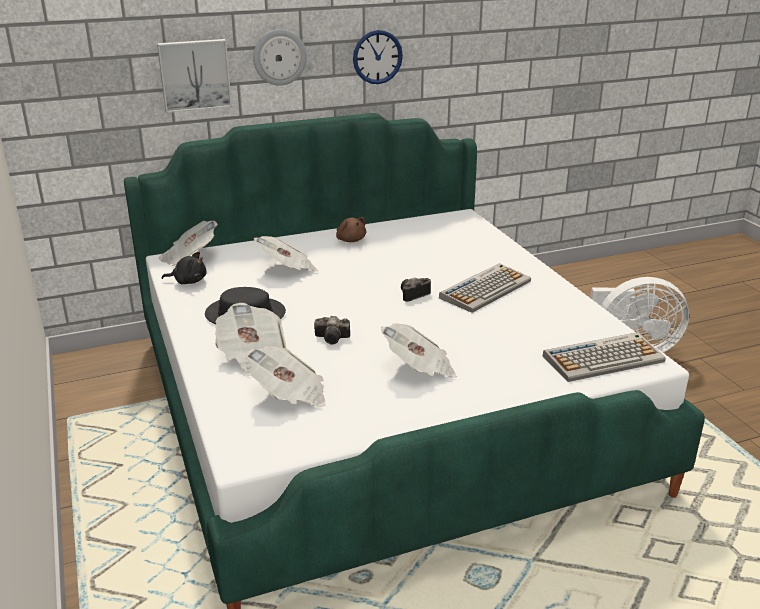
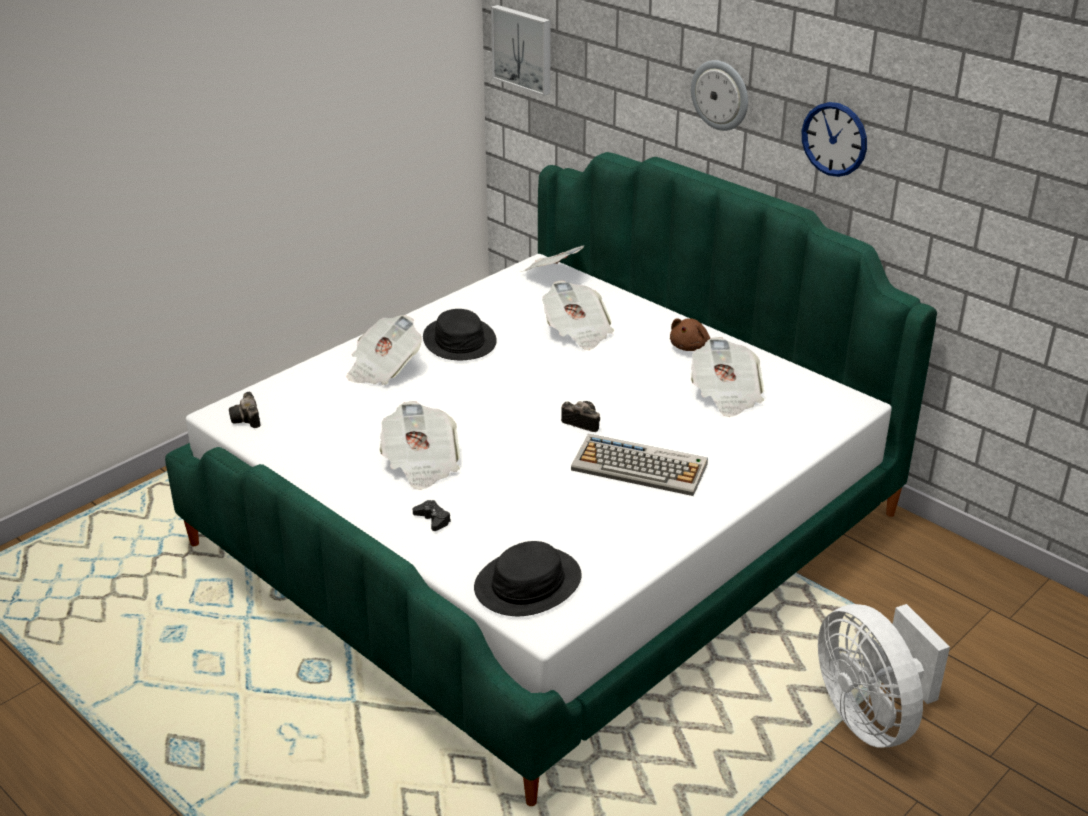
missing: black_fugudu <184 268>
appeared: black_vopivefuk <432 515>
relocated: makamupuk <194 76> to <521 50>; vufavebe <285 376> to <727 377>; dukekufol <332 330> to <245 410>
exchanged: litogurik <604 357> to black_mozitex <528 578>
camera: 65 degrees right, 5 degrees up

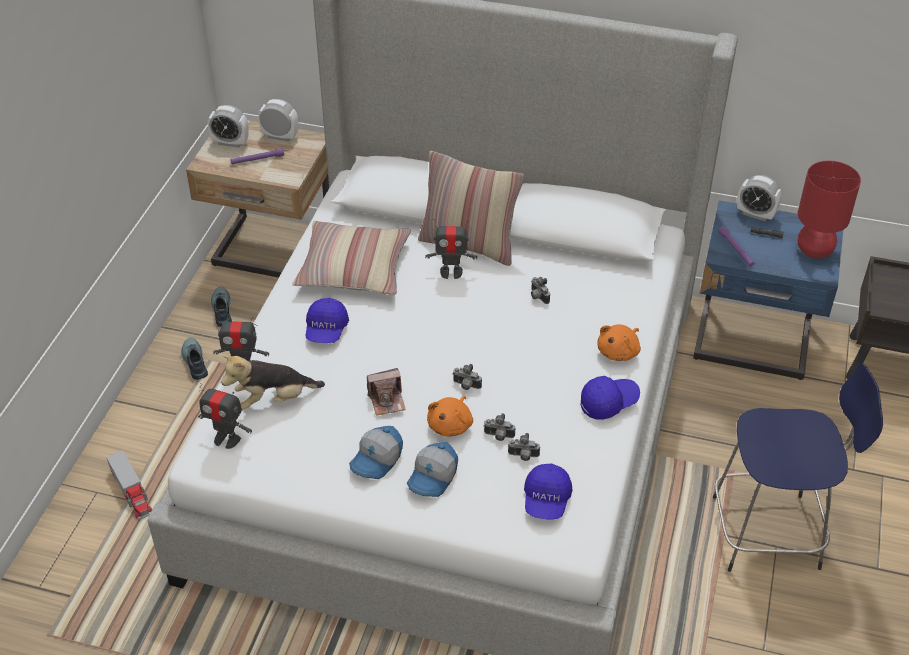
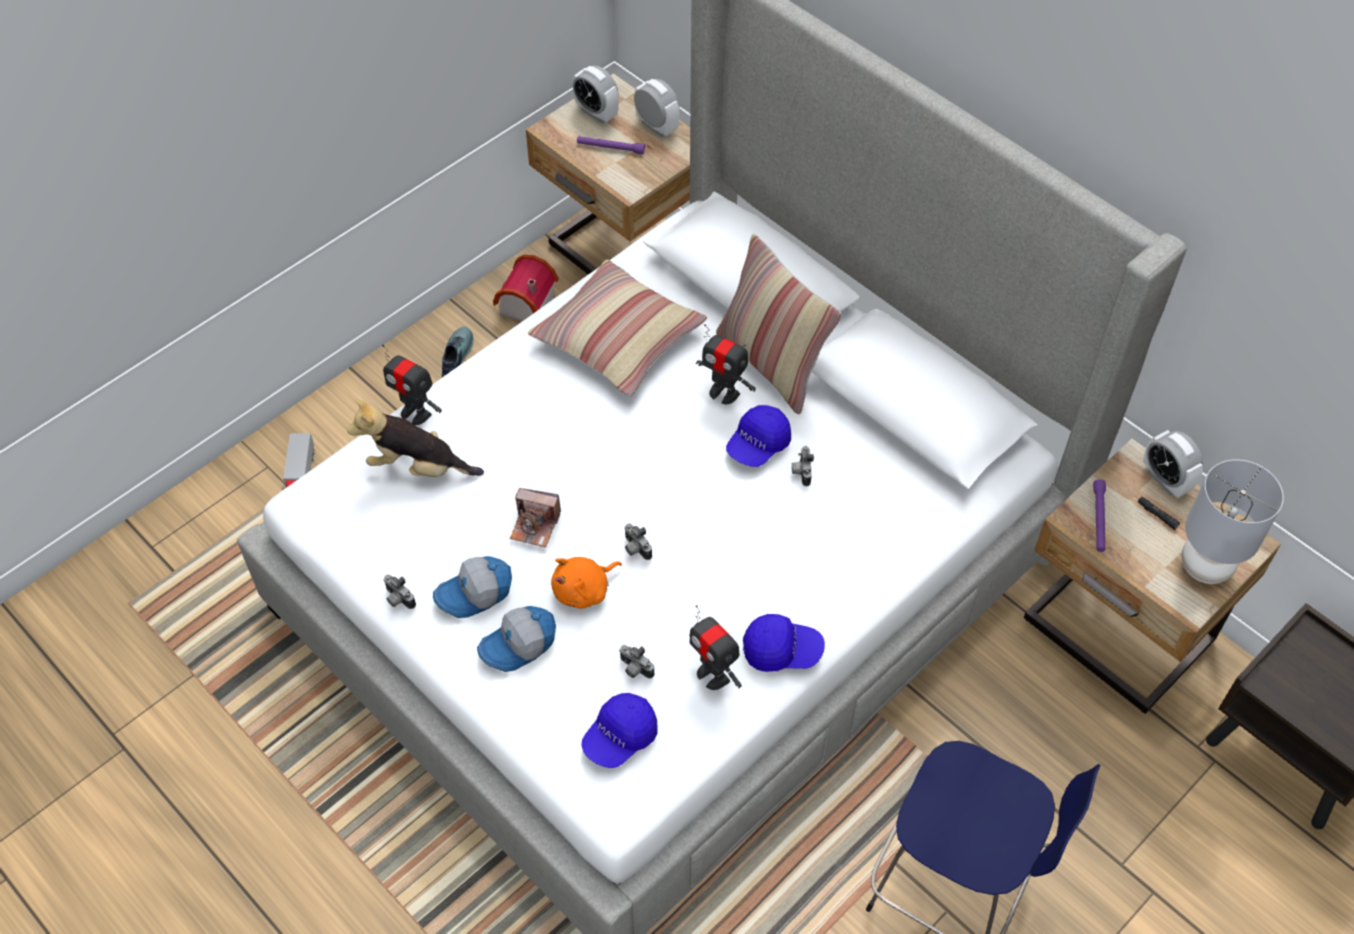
missing: orange_fugudu <619 342>
relocated: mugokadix <224 414> to <715 647>; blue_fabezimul <327 320> to <758 436>; dukekufol <499 427> to <400 591>
exchanged: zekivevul <221 306> to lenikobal <525 288>
colour: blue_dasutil <768 290> to beige_dasutil <1152 576>; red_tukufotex <829 209> to grey_tukufotex <1233 521>
camera: 30 degrees right, 10 degrees up

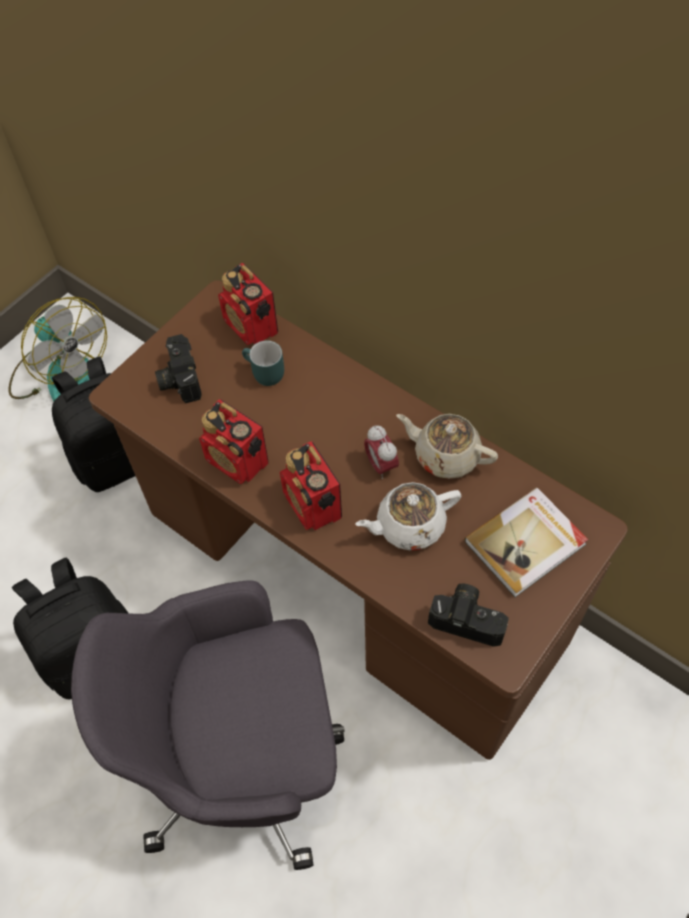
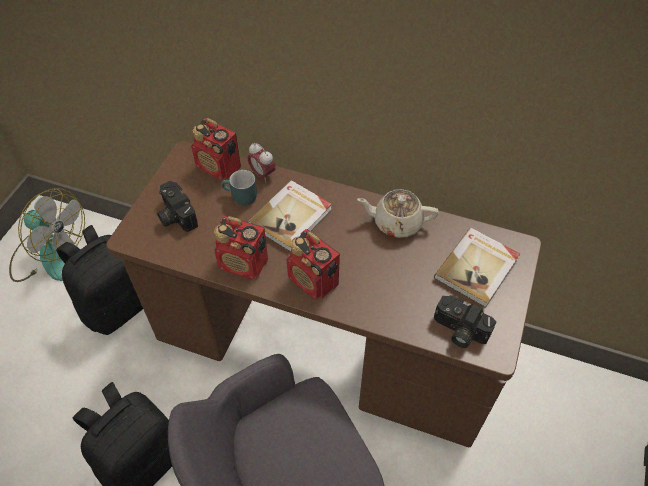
missing: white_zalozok <408 516>
appeared: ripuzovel <290 216>
relocated: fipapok <381 452> to <262 163>
spun: dukekufol <468 615> = <465 321> 150 degrees counterclockwise
camera: 20 degrees left, 5 degrees down

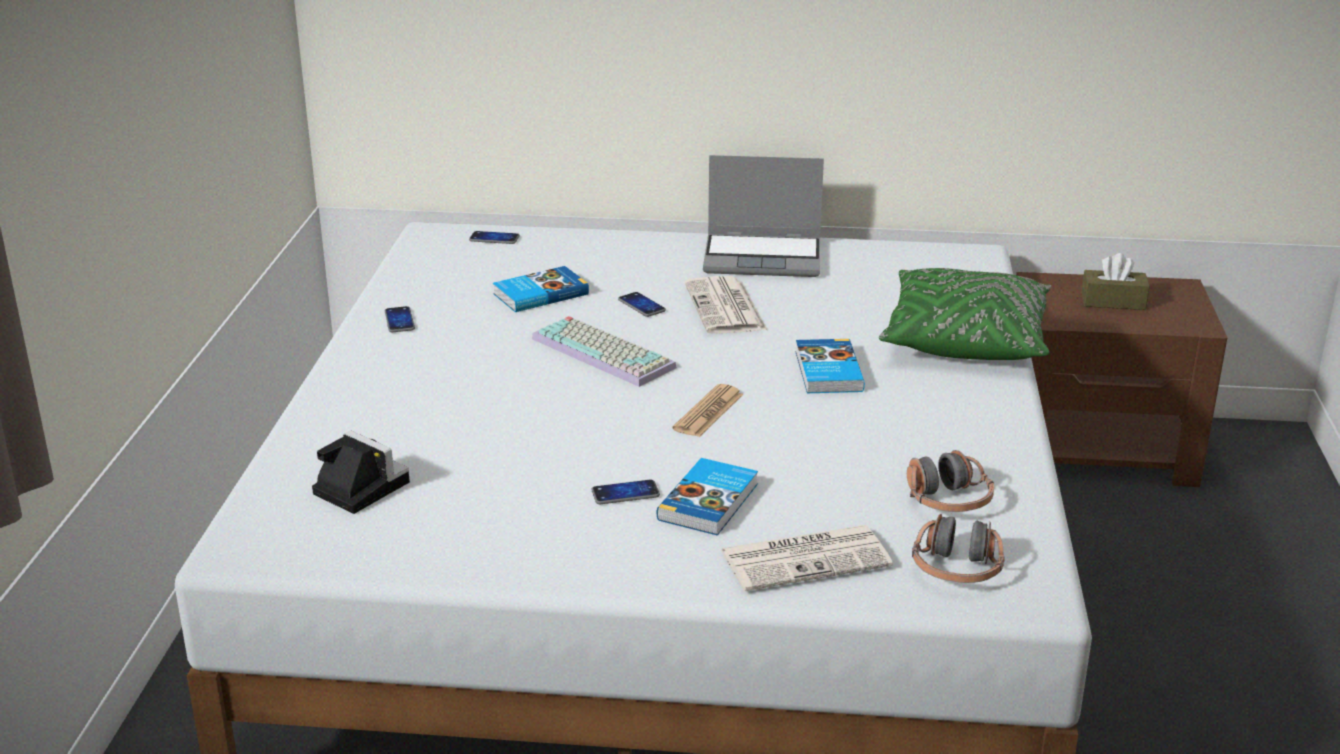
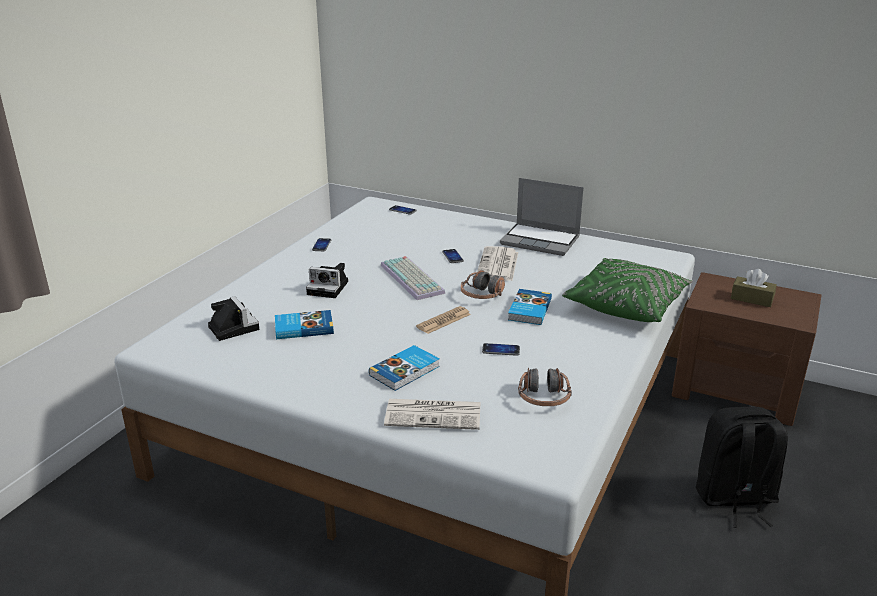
appeared: dukekufol <327 280>; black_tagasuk <742 467>
relocated: ripuzovel <541 289> to <304 324>; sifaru <625 492> to <501 349>; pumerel <958 548> to <483 284>
camera: 20 degrees right, 0 degrees up

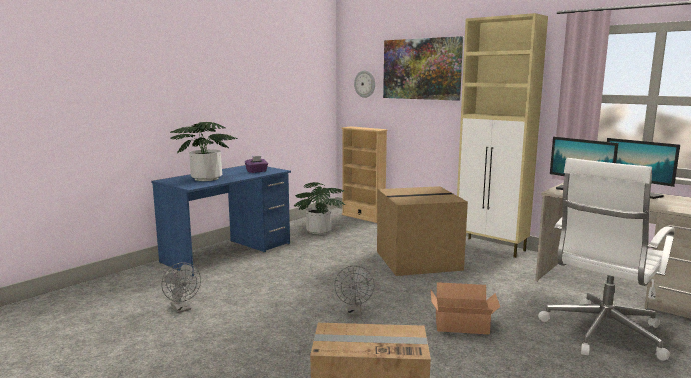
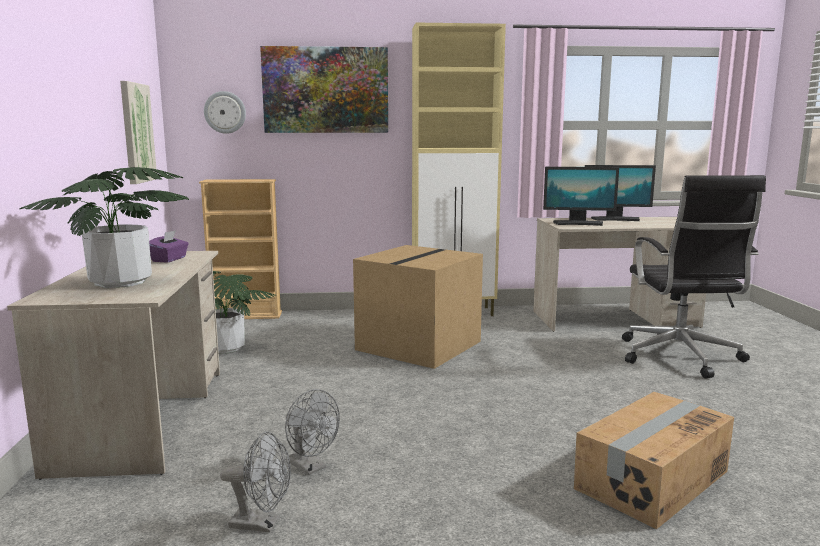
missing: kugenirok <465 308>
appeared: makamupuk <138 132>
relocated: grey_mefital <354 290> to <312 432>
colour: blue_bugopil <221 221> to beige_bugopil <113 365>; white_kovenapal <606 259> to black_kovenapal <694 277>
camera: 45 degrees left, 0 degrees up

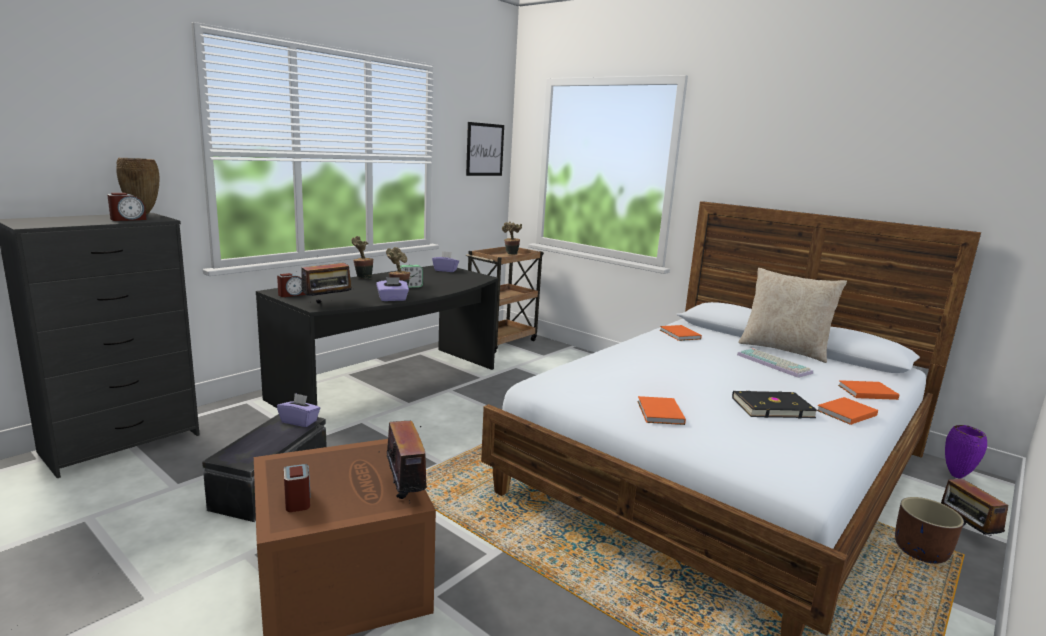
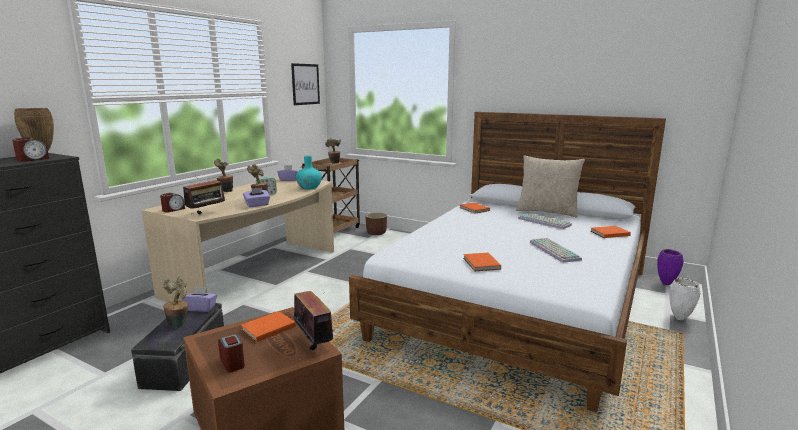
appeared: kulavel <175 302>; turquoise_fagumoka <309 173>
relocated: orange_ripuzovel <848 411> to <268 326>; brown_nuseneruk <929 530> to <376 223>
exchanged: black_ripuzovel <775 404> to litogurik <556 250>; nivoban <974 505> to white_fagumoka <684 299>
colour: black_bugopil <377 336> to beige_bugopil <238 239>
camera: 10 degrees left, 0 degrees up

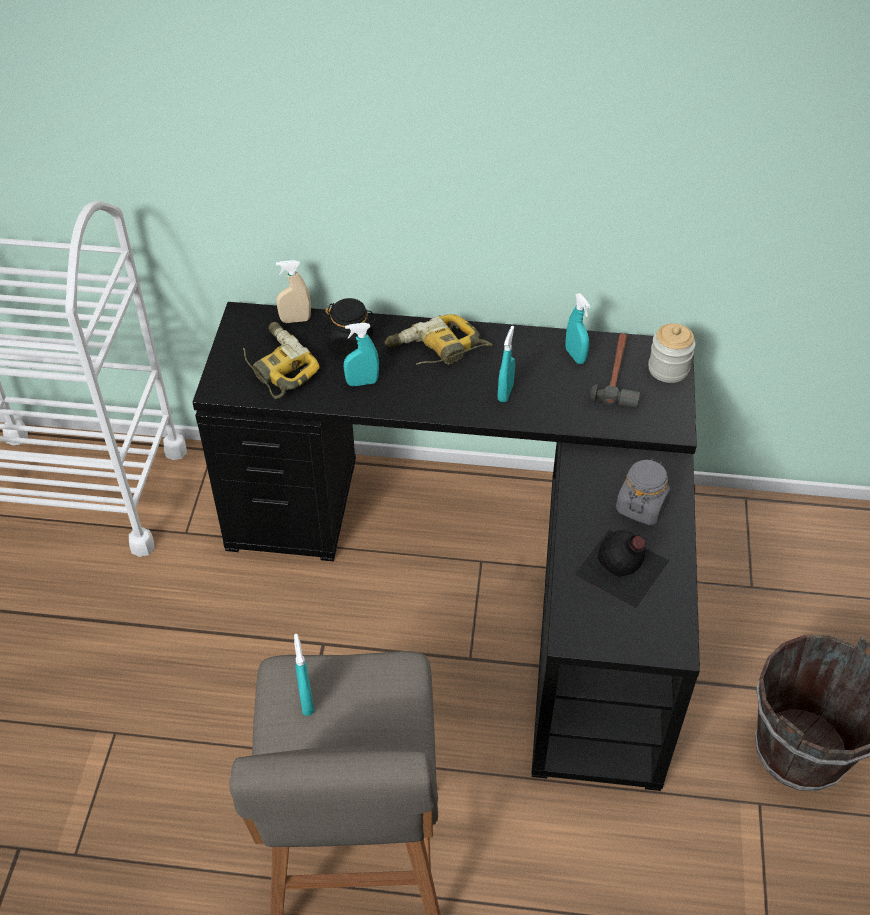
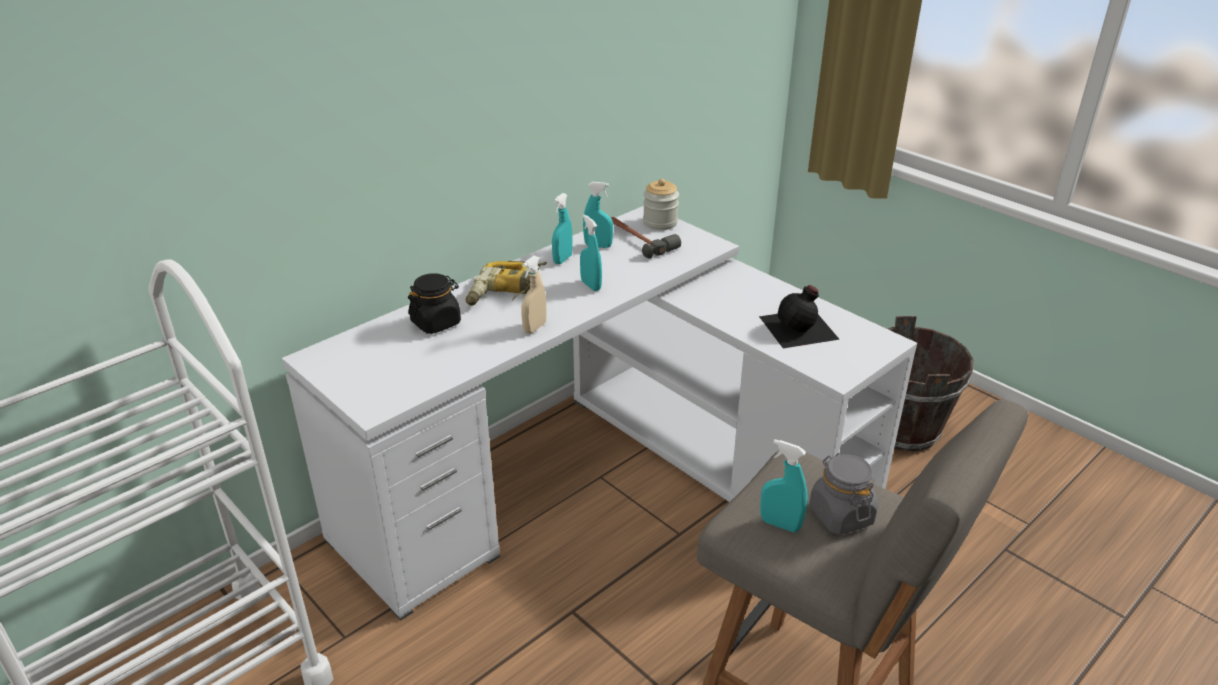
missing: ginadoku <281 360>
relocated: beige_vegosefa <293 291> to <534 295>; turquoise_vegosefa <361 355> to <562 228>; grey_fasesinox <643 491> to <843 494>
colour: black_bugopil <446 546> to white_bugopil <599 413>
camera: 50 degrees left, 15 degrees down

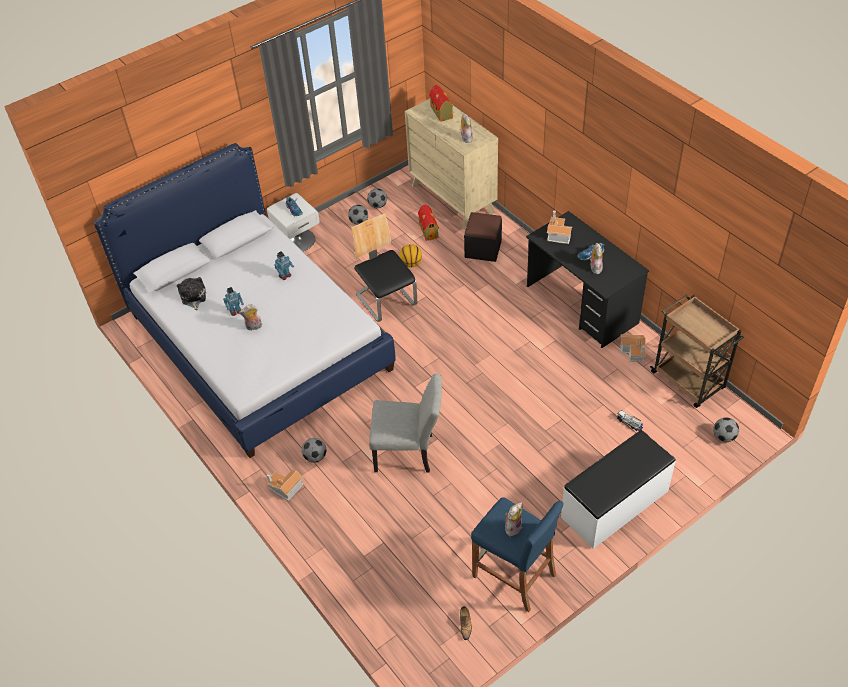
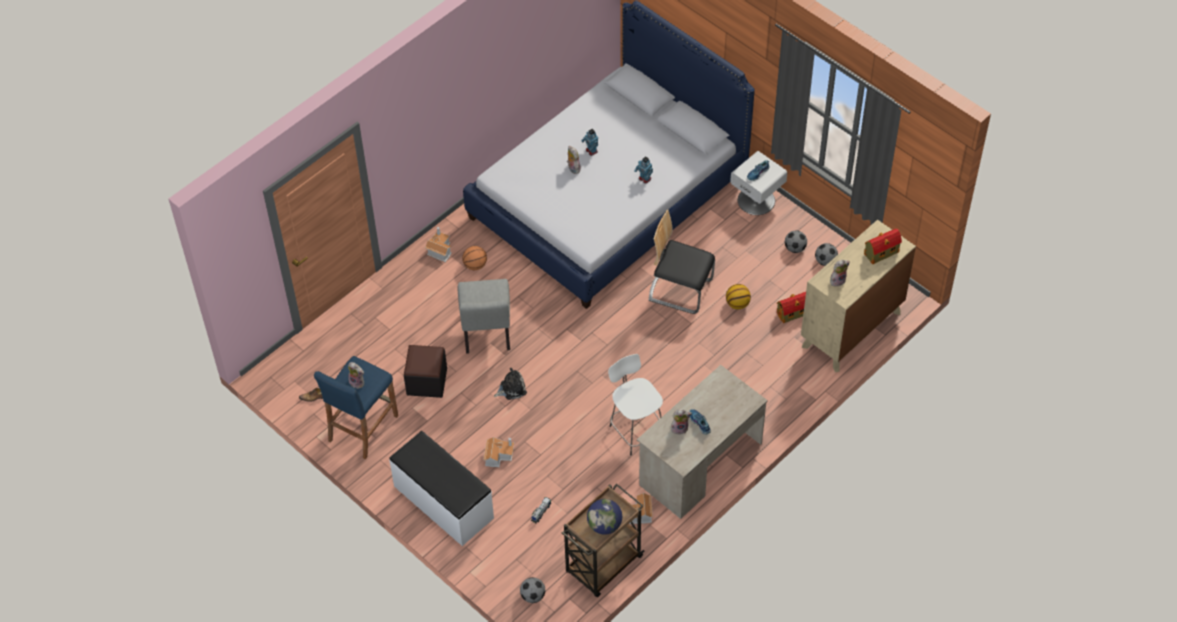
appeared: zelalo <604 517>; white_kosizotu <635 404>
relocated: fugudu <191 294> to <510 384>; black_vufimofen <483 237> to <425 371>; lenikobal <559 227> to <498 452>
exchanged: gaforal <314 450> to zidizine <474 258>
colour: black_bugopil <587 279> to beige_bugopil <702 442>
spun: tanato <384 267> = <682 261> 120 degrees counterclockwise
camera: 80 degrees right, 5 degrees up

